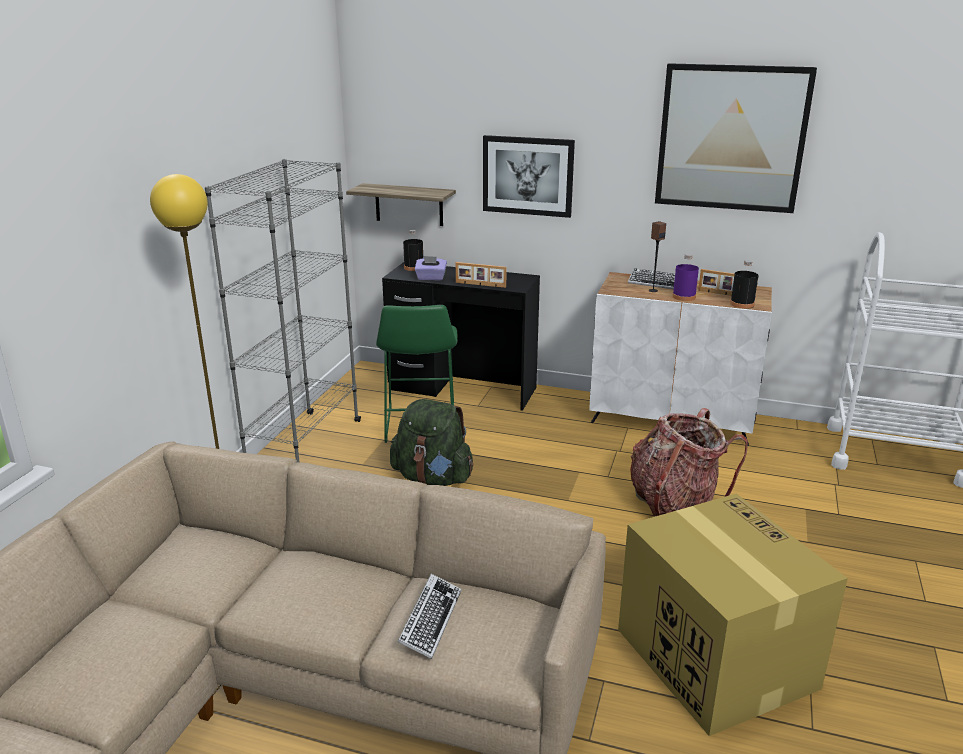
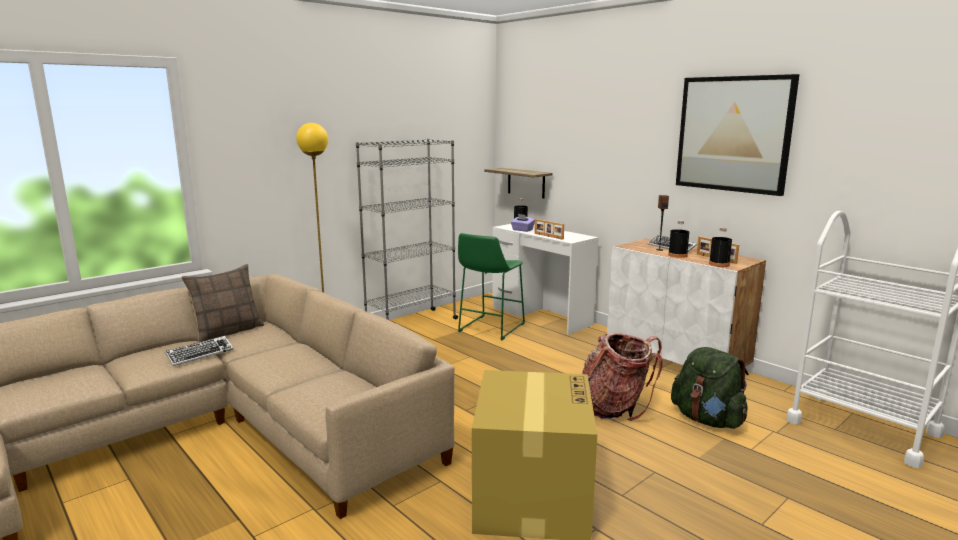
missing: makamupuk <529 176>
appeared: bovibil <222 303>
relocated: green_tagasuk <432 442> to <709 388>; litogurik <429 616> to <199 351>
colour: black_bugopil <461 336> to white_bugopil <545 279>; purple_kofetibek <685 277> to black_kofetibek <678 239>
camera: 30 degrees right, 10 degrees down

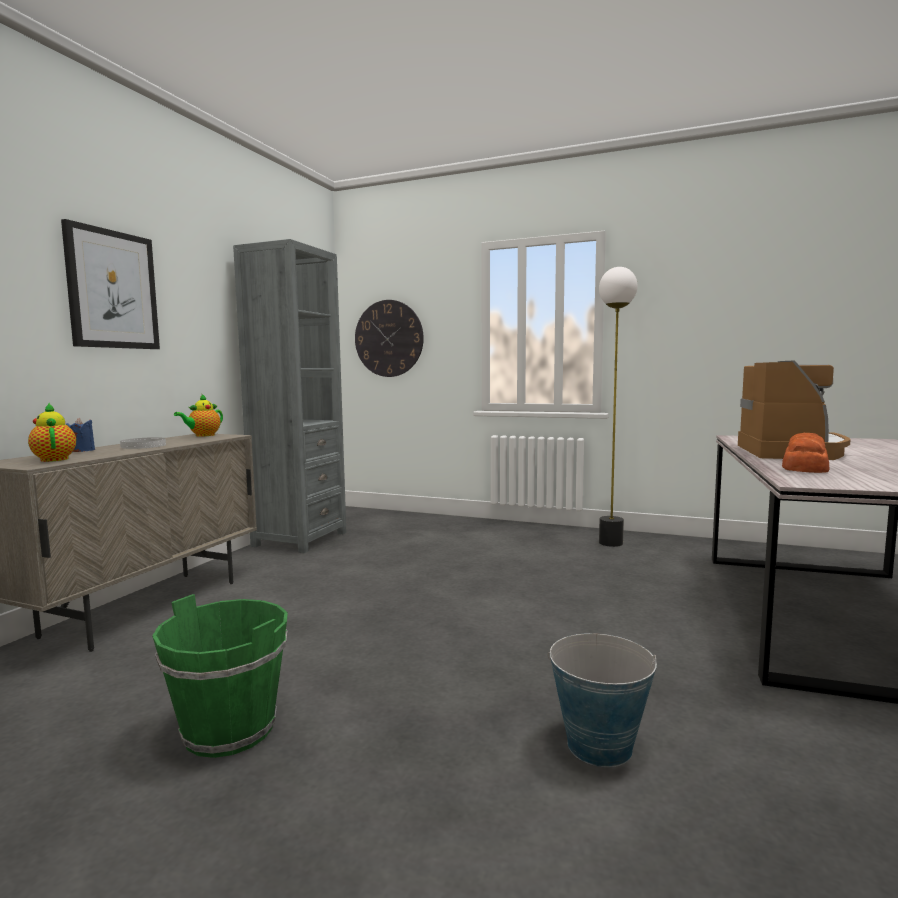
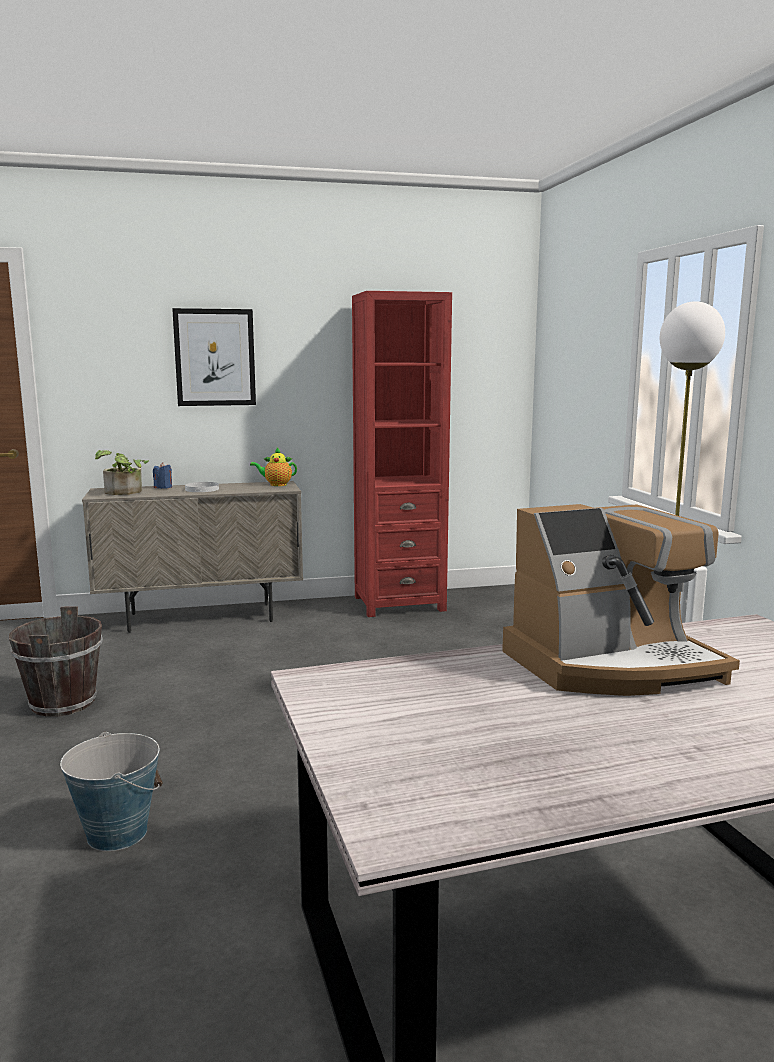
missing: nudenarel <389 338>; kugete <806 453>
exchanged: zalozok <52 432> to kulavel <122 472>
colour: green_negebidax <220 676> to brown_negebidax <56 661>; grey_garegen <289 396> to red_garegen <402 454>
camera: 55 degrees right, 5 degrees up

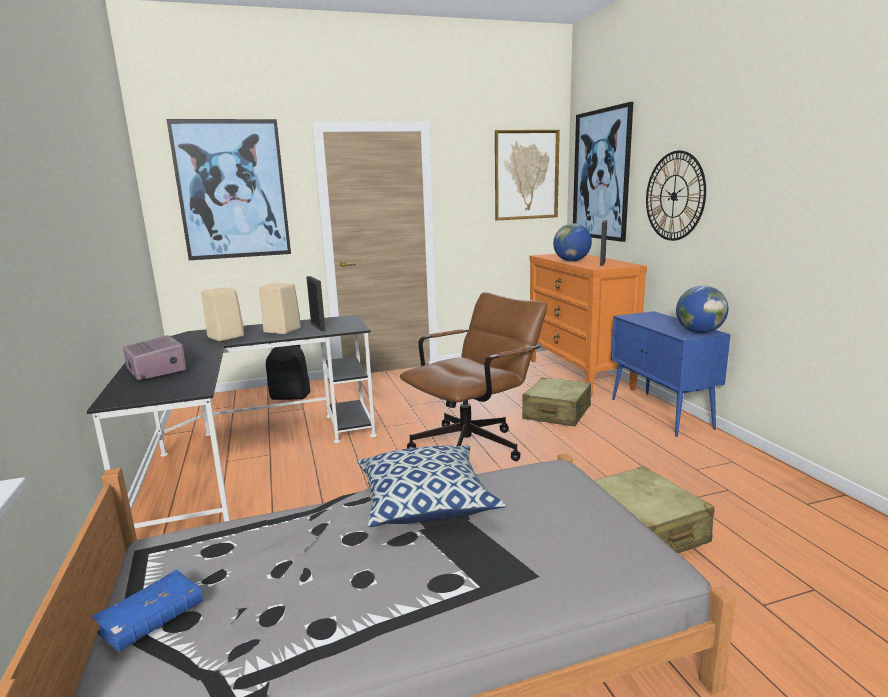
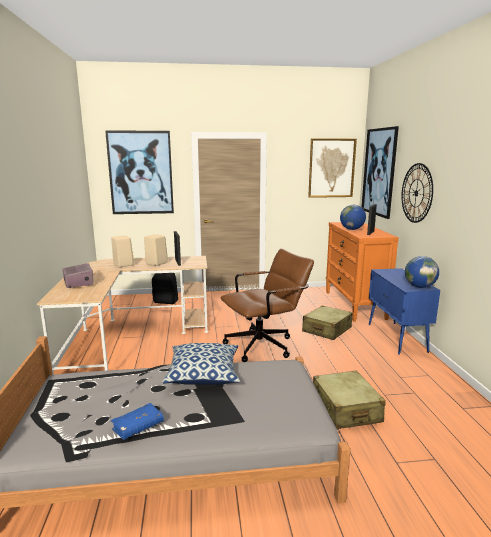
relocated: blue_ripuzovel <147 611> to <137 421>
colour: black_bugopil <232 421> to beige_bugopil <123 315>
camera: 10 degrees right, 0 degrees up

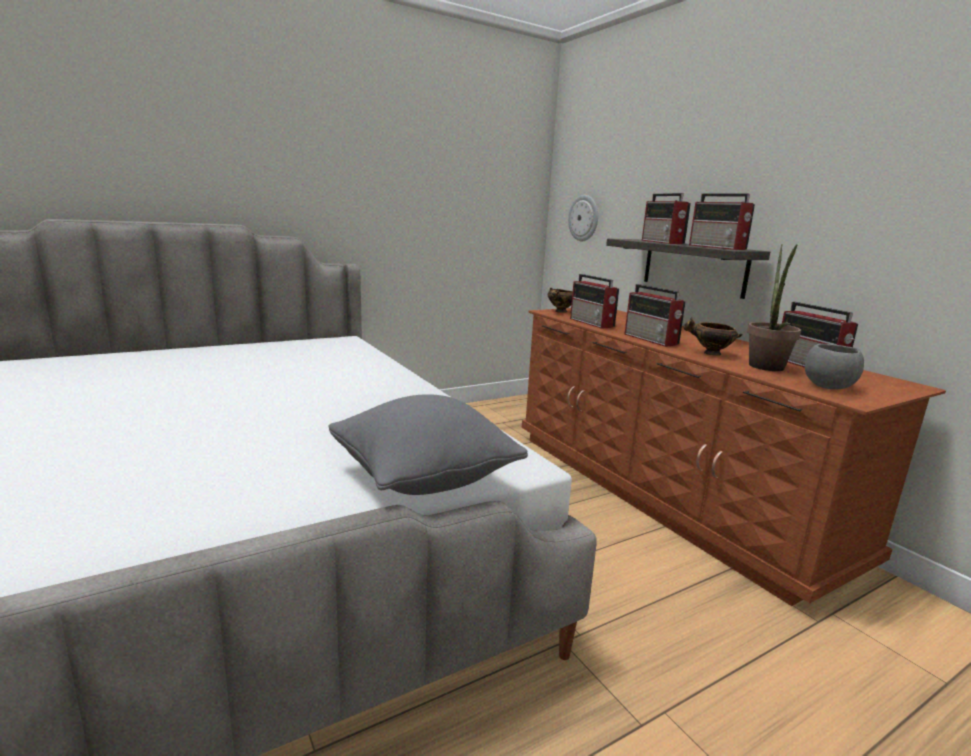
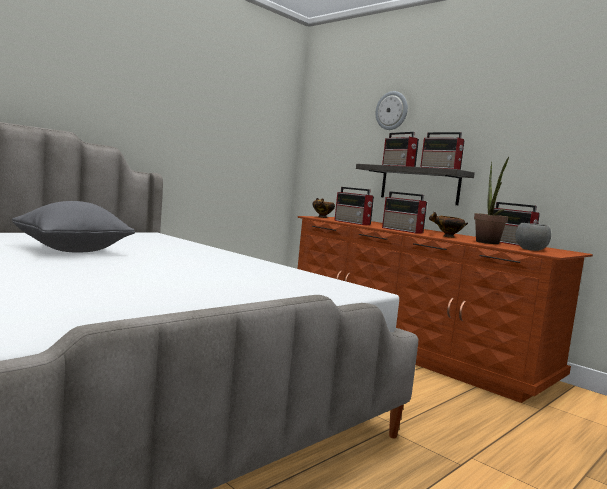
relocated: grey_bovibil <428 444> to <73 226>; nudenarel <583 218> to <392 110>
camera: 15 degrees left, 10 degrees down

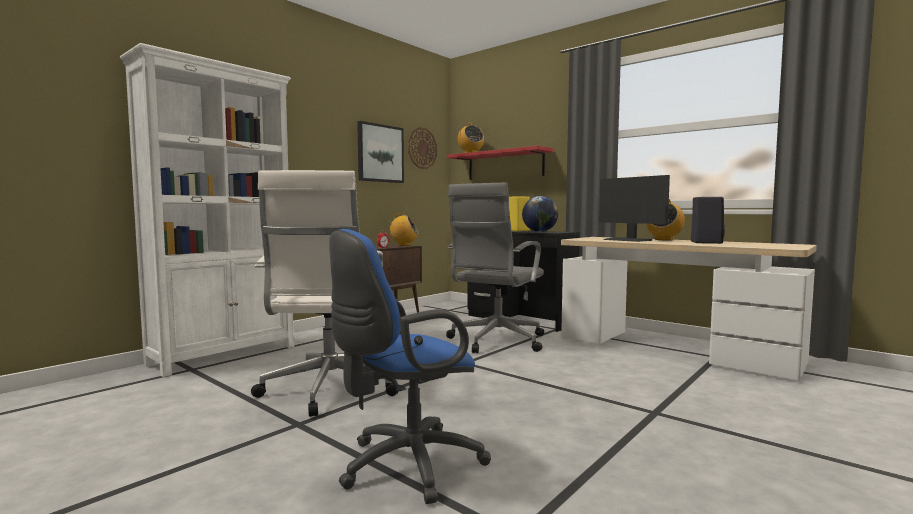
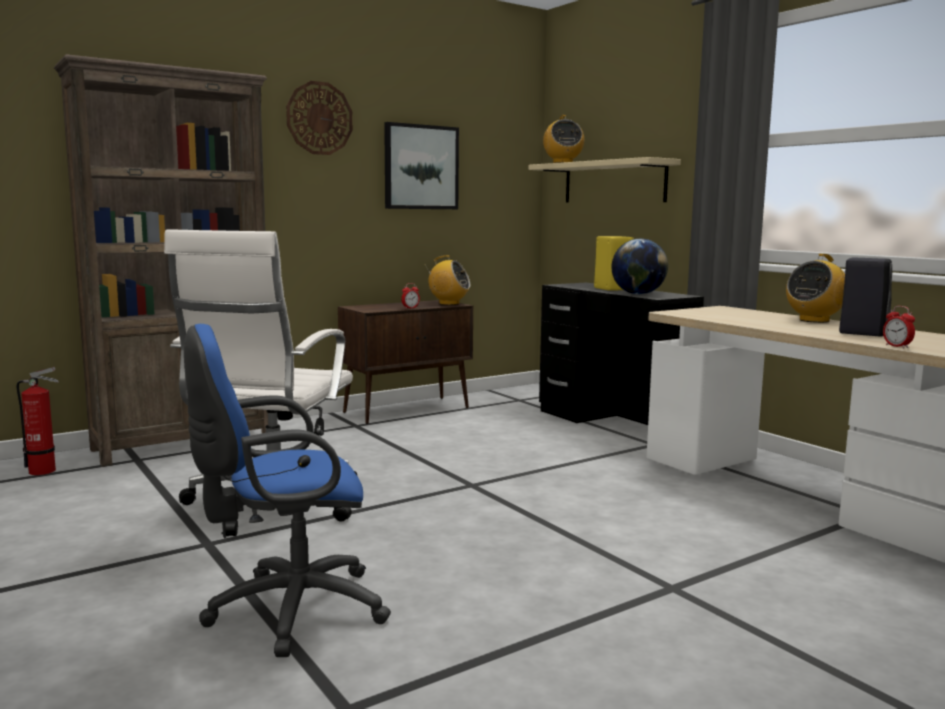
missing: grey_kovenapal <495 267>; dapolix <634 208>
appeared: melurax <38 421>; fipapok <899 327>
relocated: nudenarel <422 148> to <319 118>
colour: white_garegen <207 210> to brown_garegen <161 260>; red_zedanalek <500 163> to beige_zedanalek <604 180>
camera: 15 degrees right, 5 degrees up

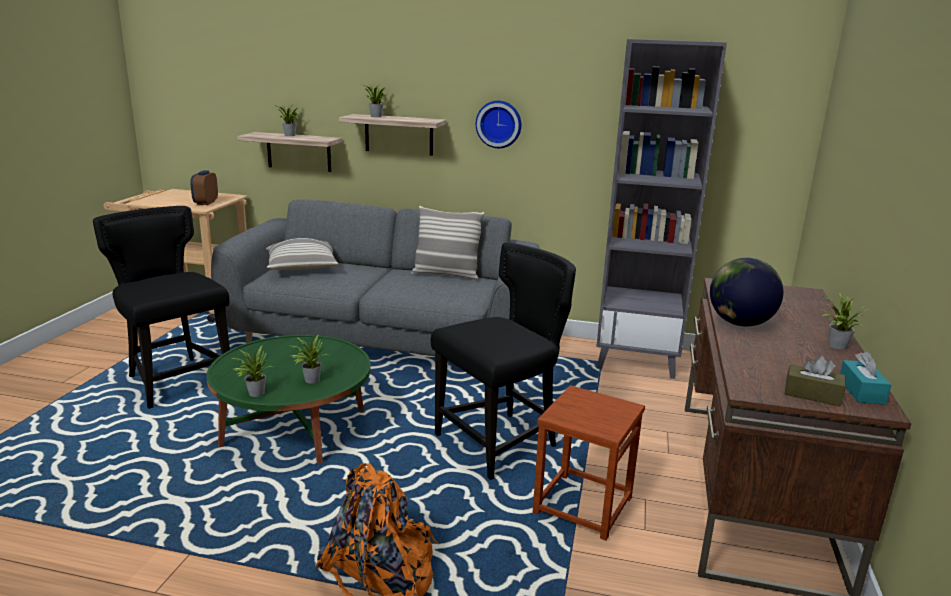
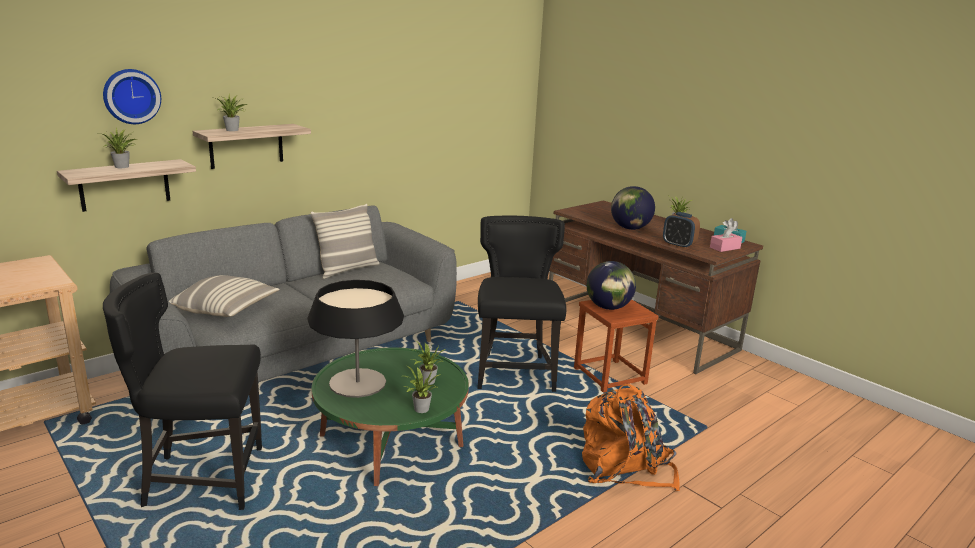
missing: grey_garegen <661 209>
appeared: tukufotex <355 339>; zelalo <611 285>
relocated: fipapok <204 187> to <681 230>; nudenarel <498 124> to <132 96>
colour: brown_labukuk <815 381> to pink_labukuk <726 239>
camera: 55 degrees left, 0 degrees up

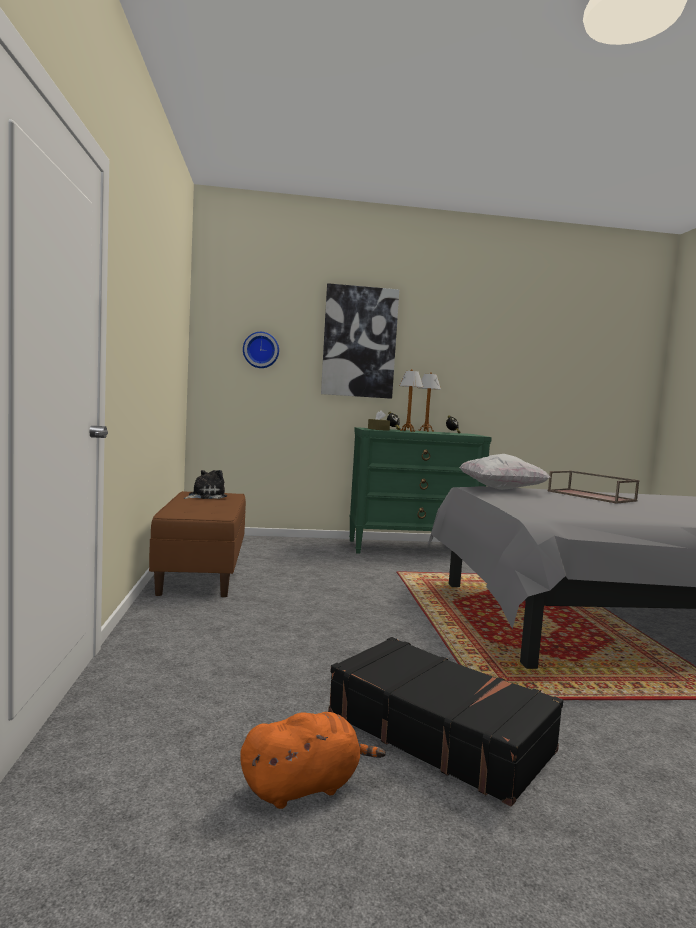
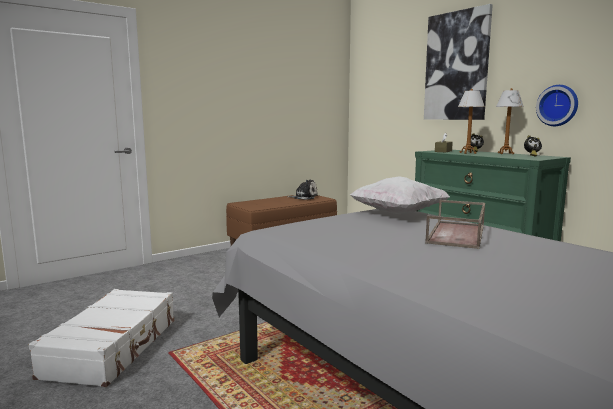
missing: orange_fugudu <313 760>
relocated: nudenarel <261 350> to <557 105>
colour: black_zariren <445 722> to white_zariren <101 338>
camera: 60 degrees right, 5 degrees up

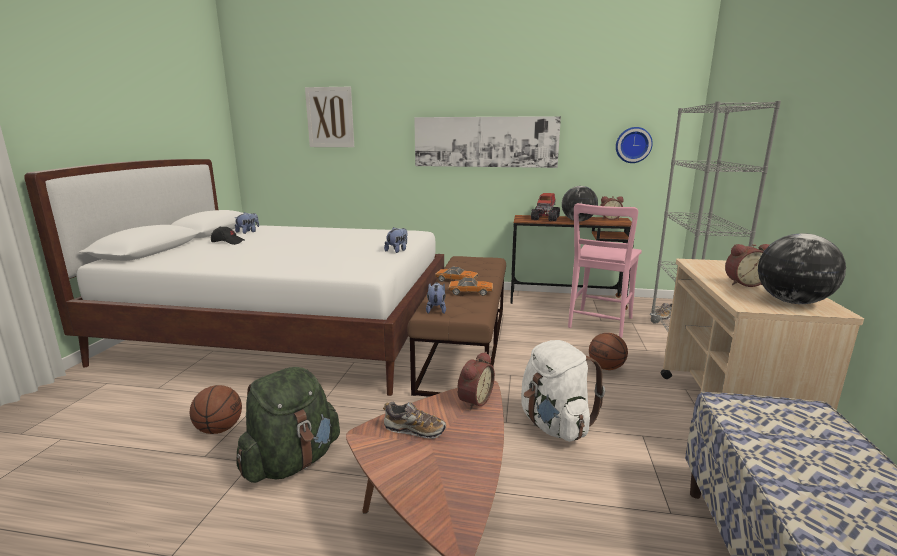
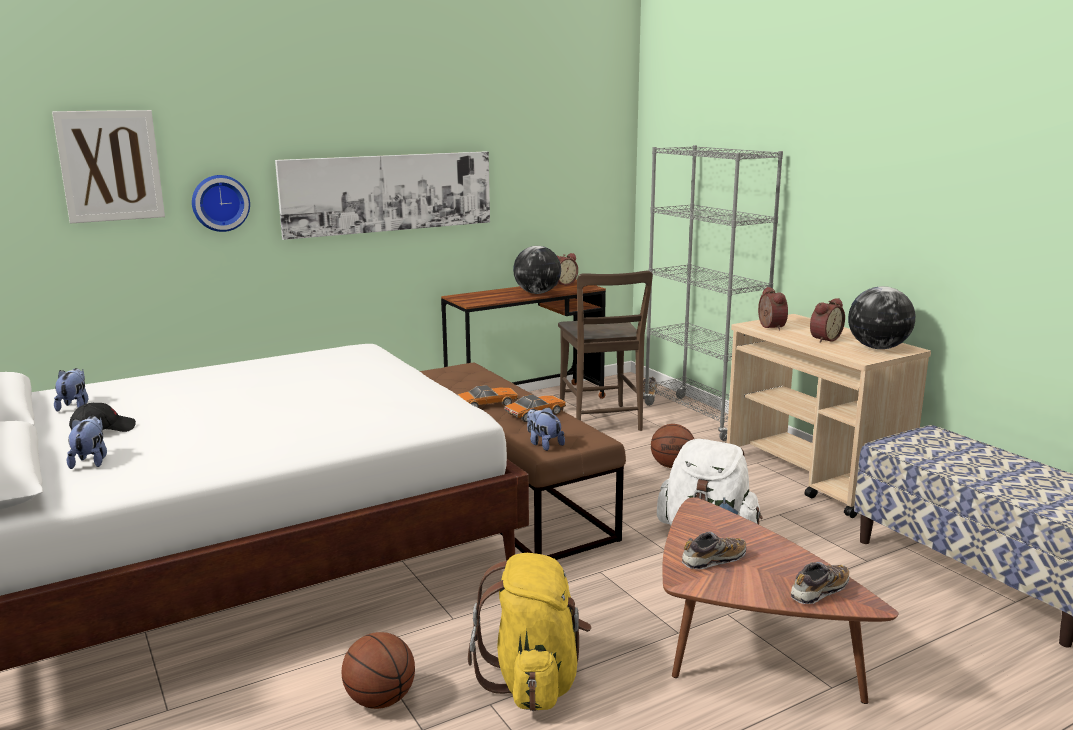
missing: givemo <545 207>
appeared: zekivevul <820 583>
relocated: fugudu <396 240> to <87 442>; fipapok <476 381> to <773 309>; nudenarel <634 145> to <221 203>
colour: green_tagasuk <288 425> to yellow_tagasuk <530 632>; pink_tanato <605 270> to brown_tanato <605 351>
camera: 40 degrees left, 0 degrees up

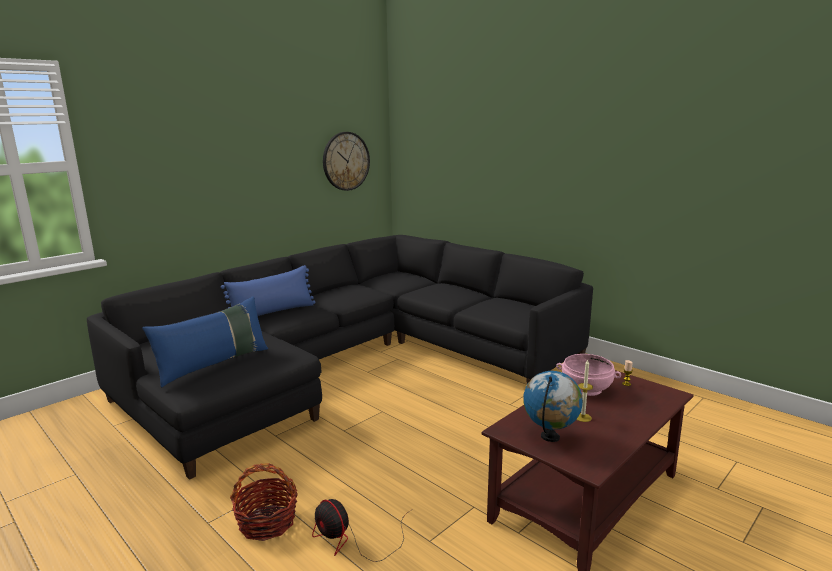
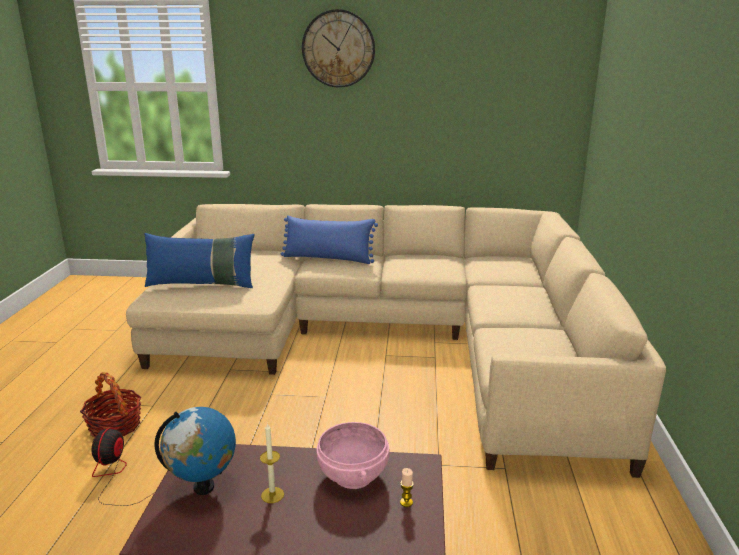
relocated: nudenarel <346 161> to <338 48>
colour: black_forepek <340 357> to beige_forepek <396 341>
camera: 50 degrees right, 5 degrees up

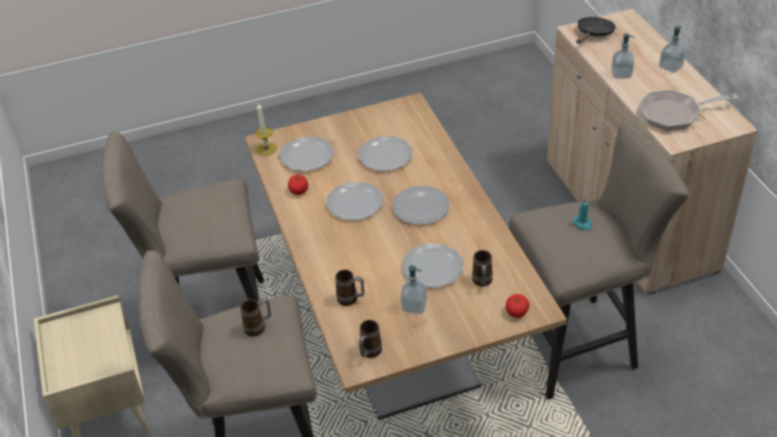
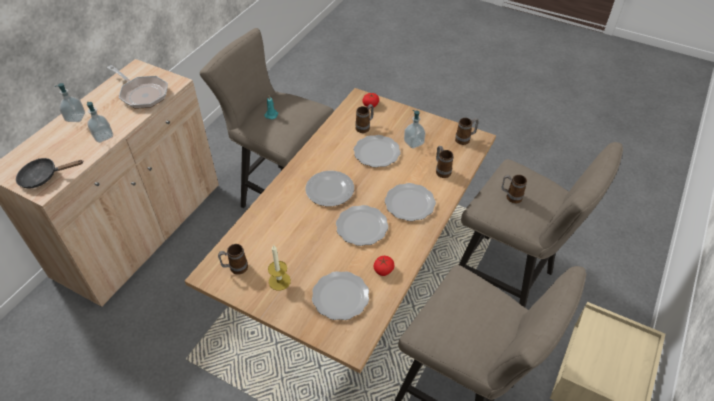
appeared: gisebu <233 259>
relocated: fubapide <266 129> to <279 267>; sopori <385 153> to <410 202>
camera: 135 degrees left, 5 degrees up

